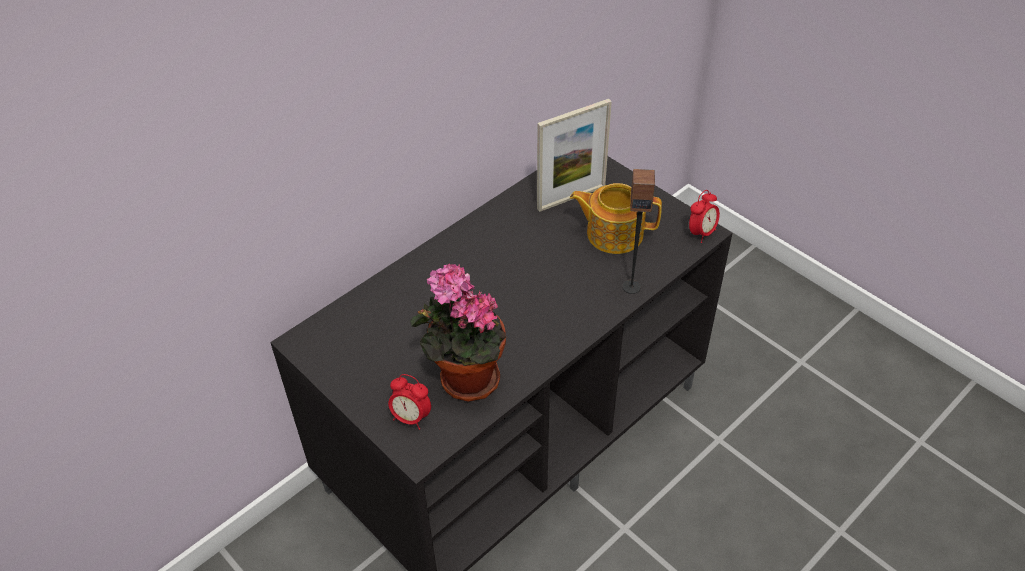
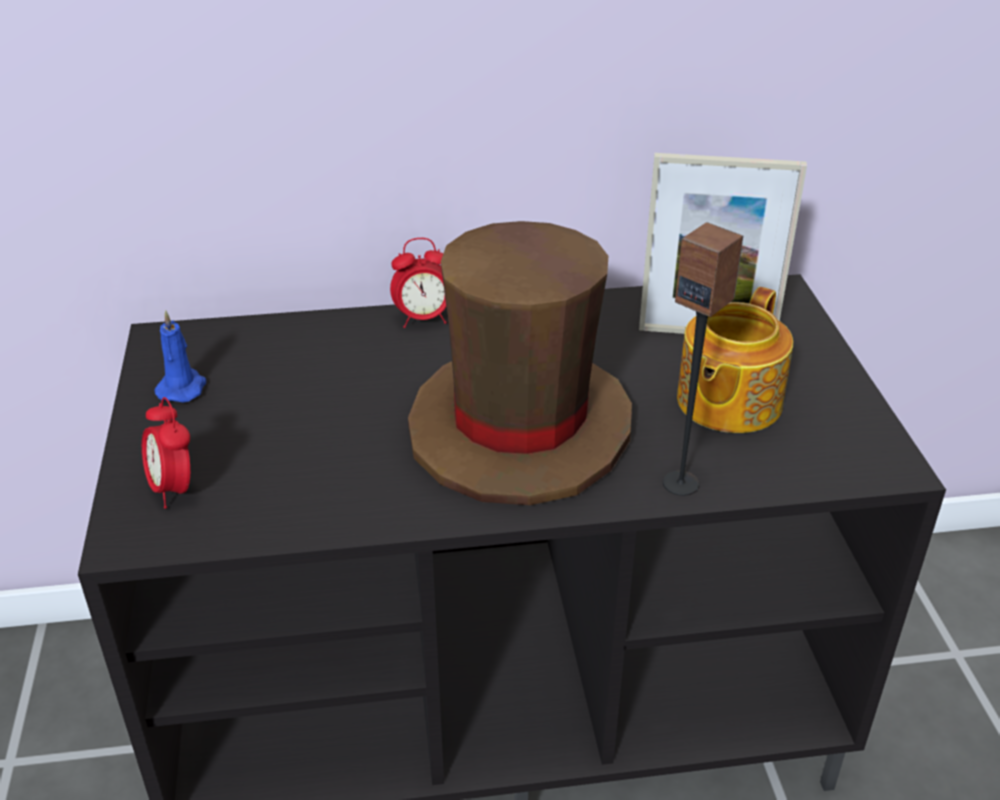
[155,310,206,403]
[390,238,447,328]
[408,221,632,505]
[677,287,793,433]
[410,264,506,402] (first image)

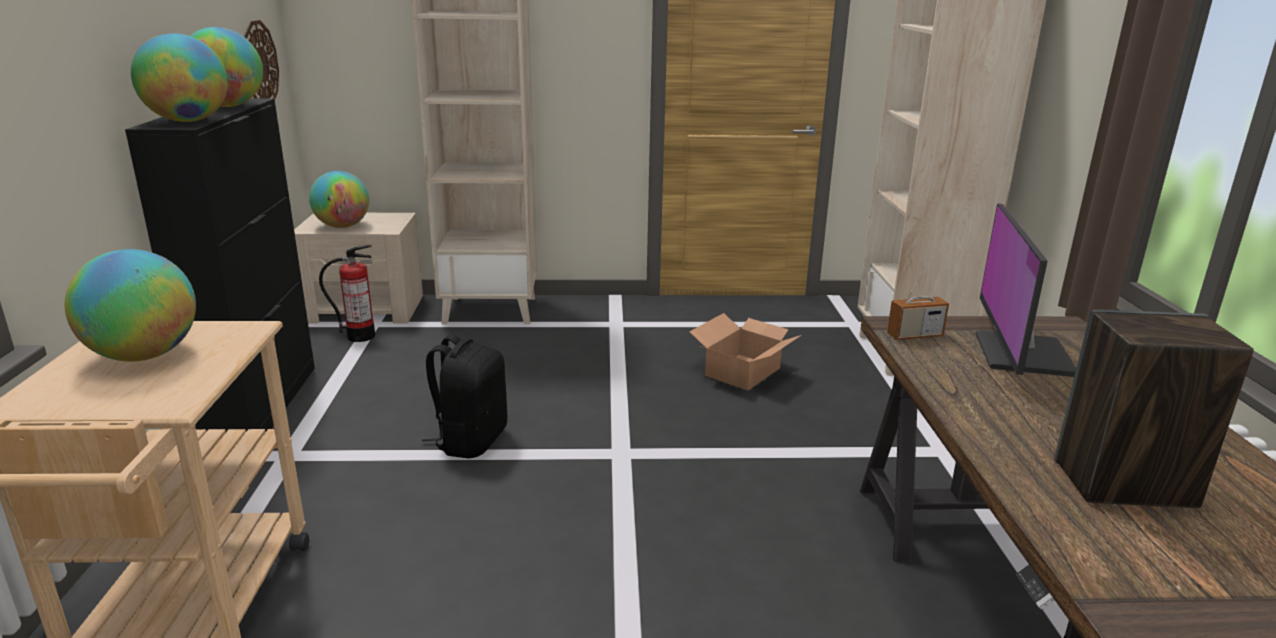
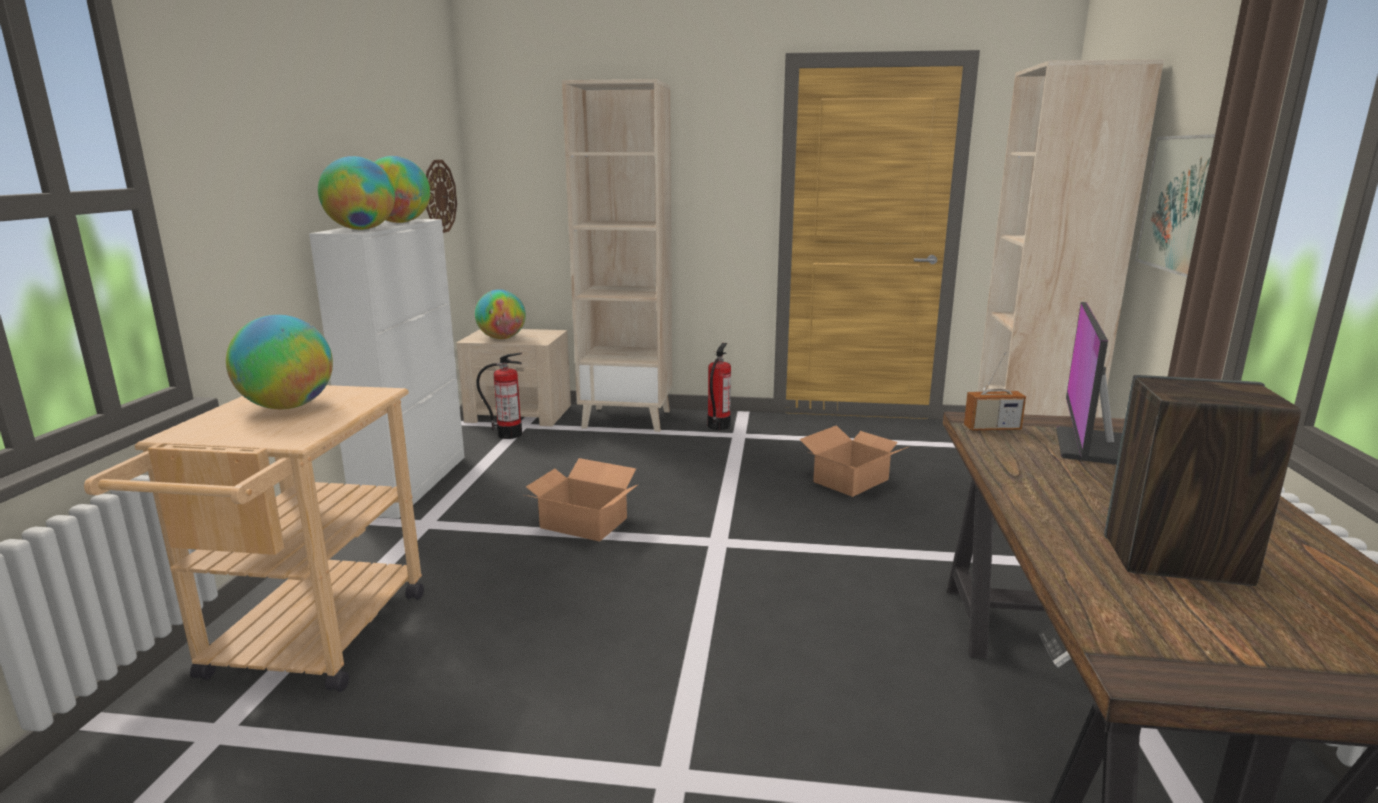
[309,219,465,518]
[525,458,637,542]
[707,343,731,430]
[1135,134,1215,277]

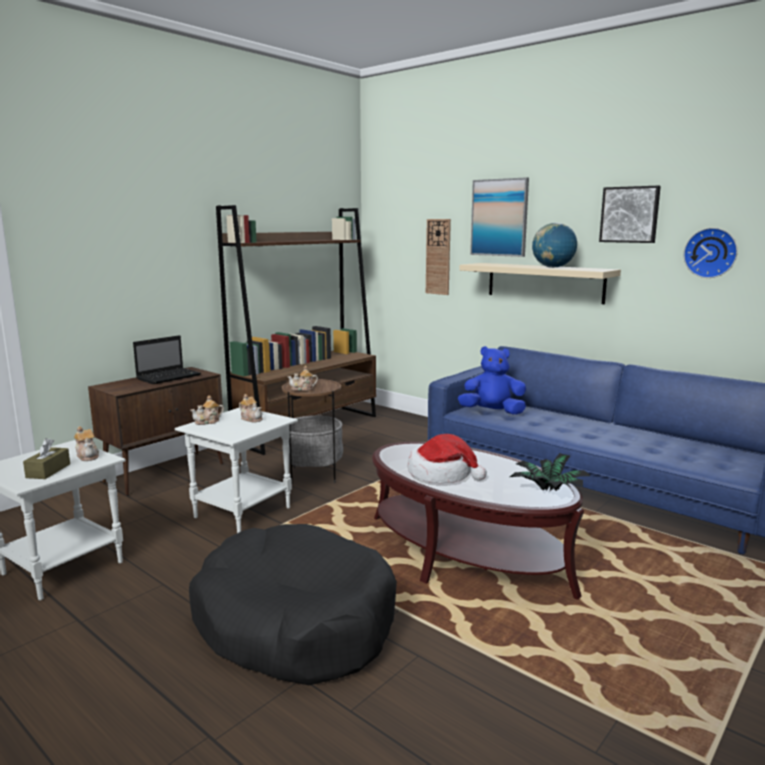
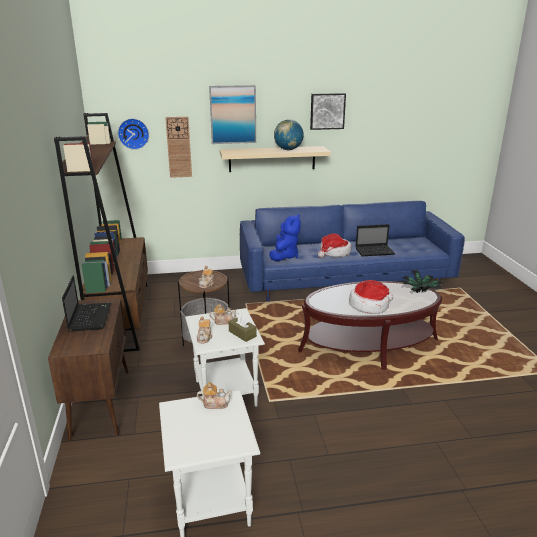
[118,118,149,150]
[229,313,257,342]
[269,214,301,261]
[318,234,351,258]
[356,224,395,256]
[189,524,397,685] (first image)

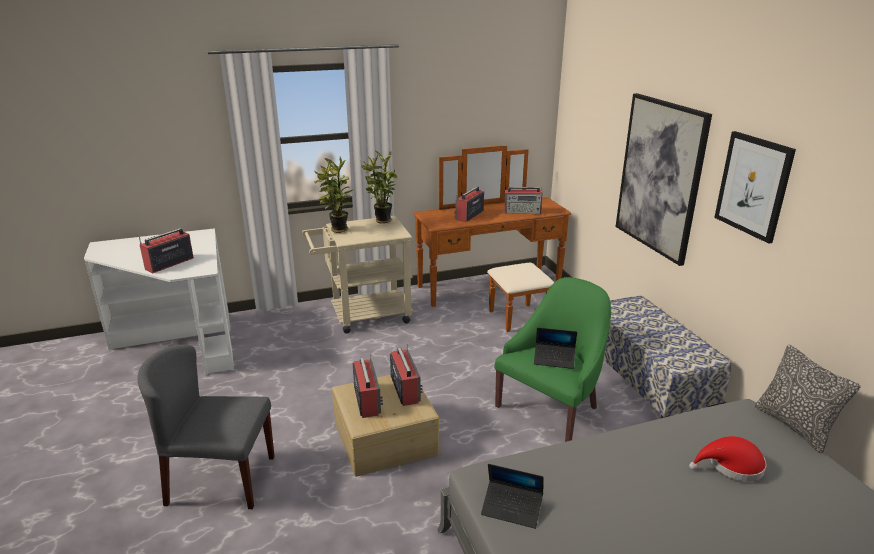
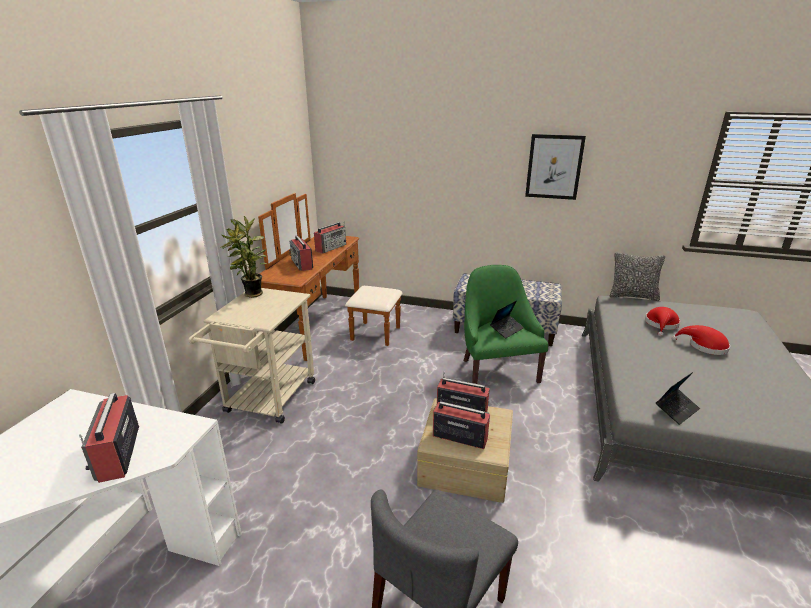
[672,325,730,355]
[314,157,354,233] (first image)
[616,93,712,266] (first image)

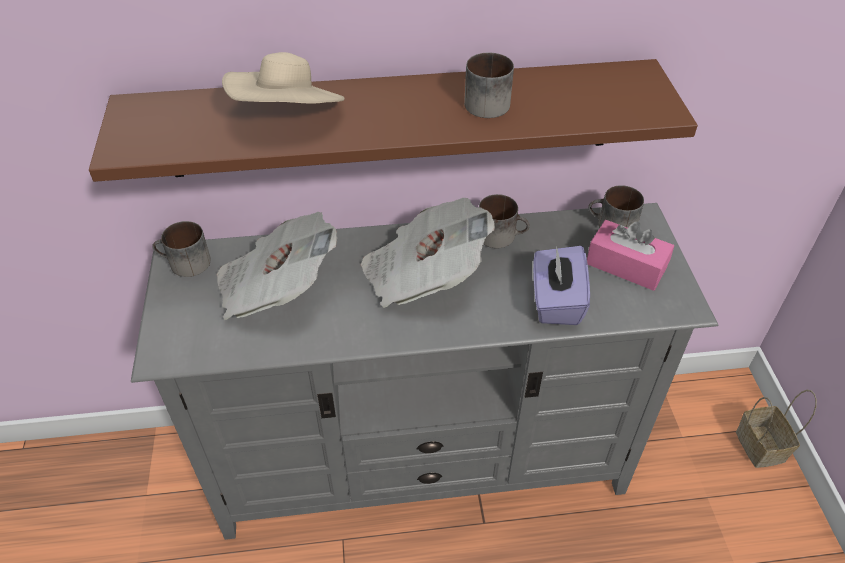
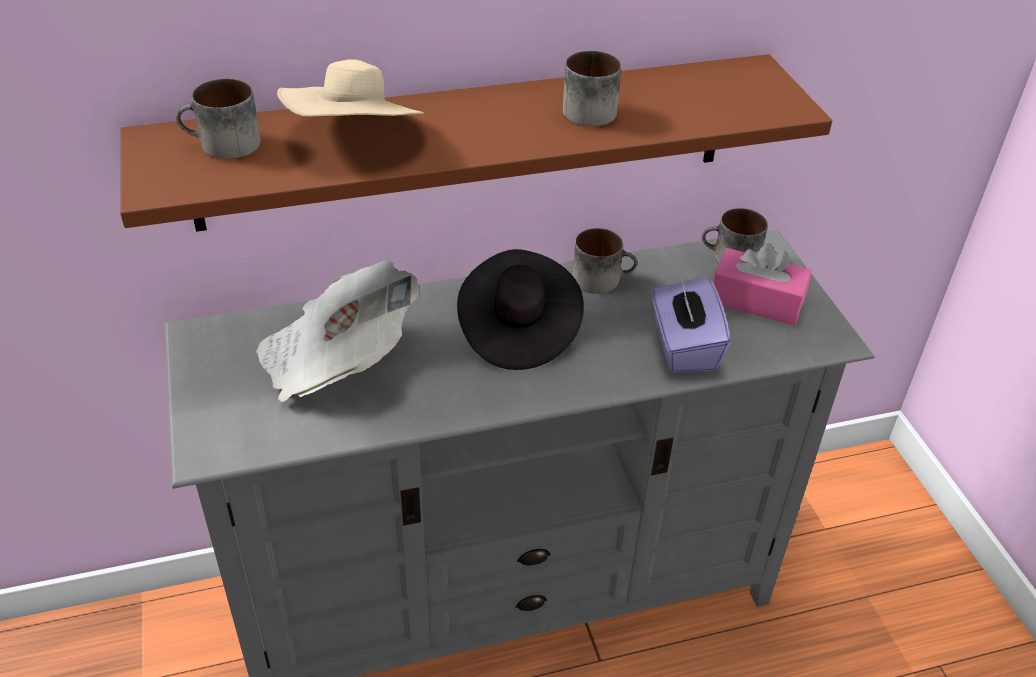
[176,78,261,159]
[457,249,584,370]
[736,390,817,468] (first image)

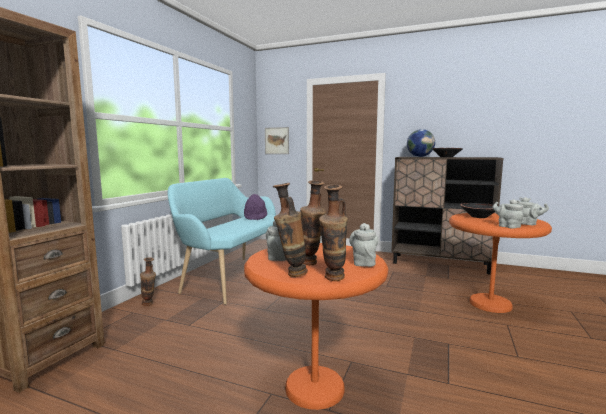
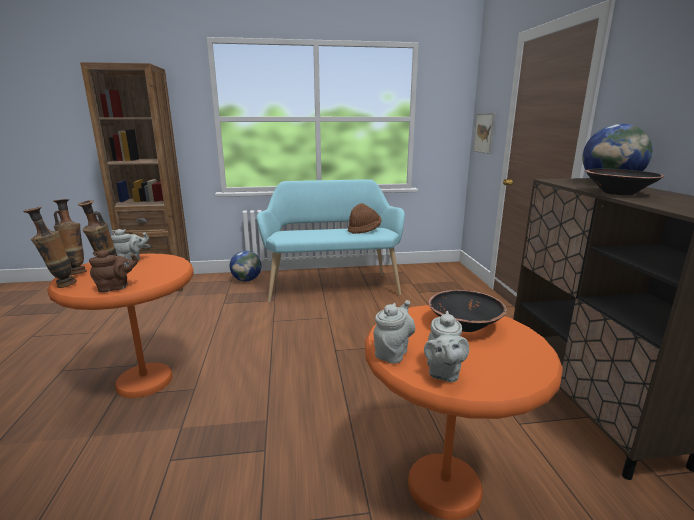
[89,250,138,292]
[230,250,261,281]
[348,203,381,234]

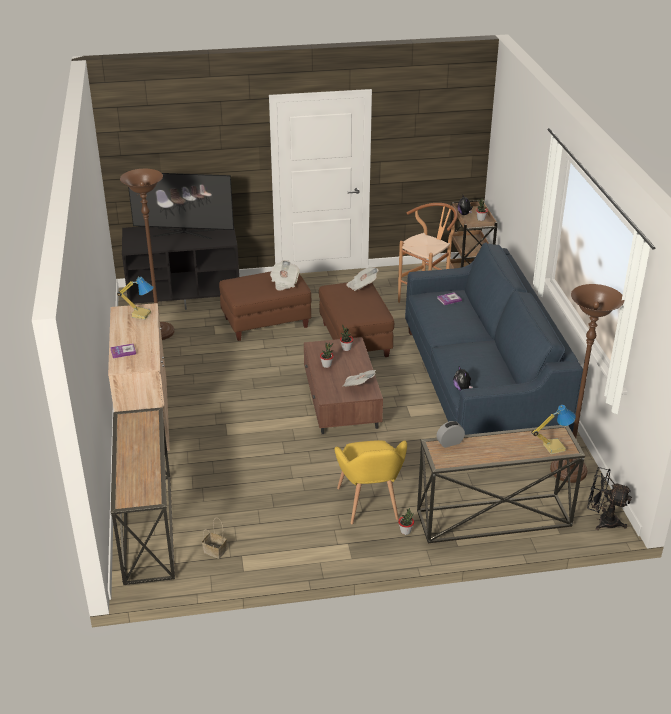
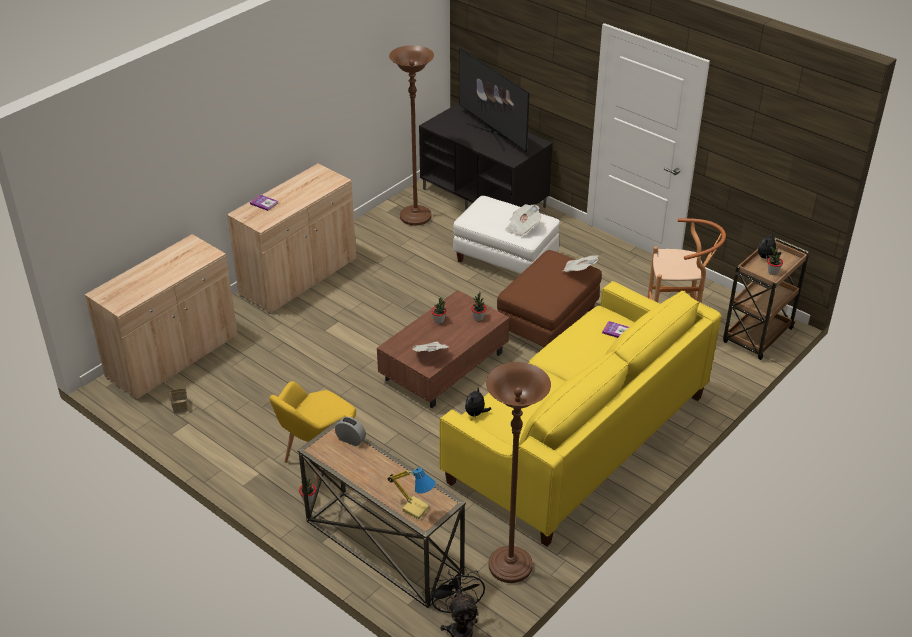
[85,234,238,400]
[439,281,721,547]
[453,196,560,274]
[117,276,154,320] (first image)

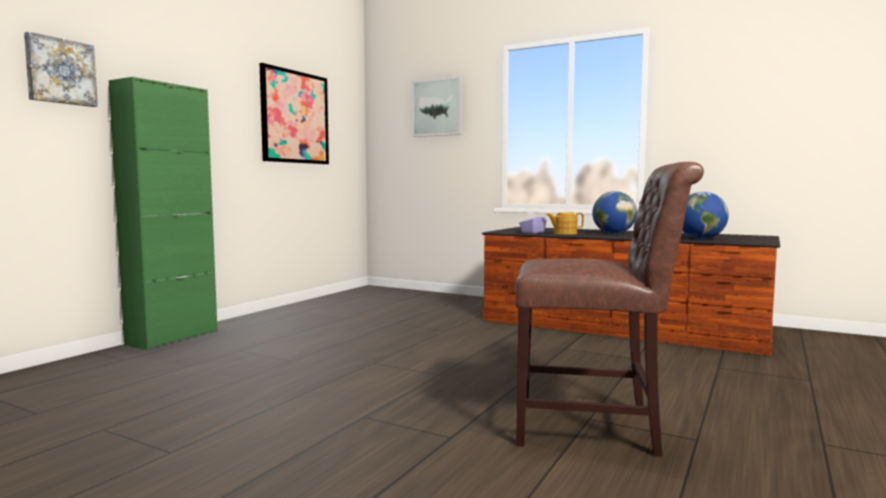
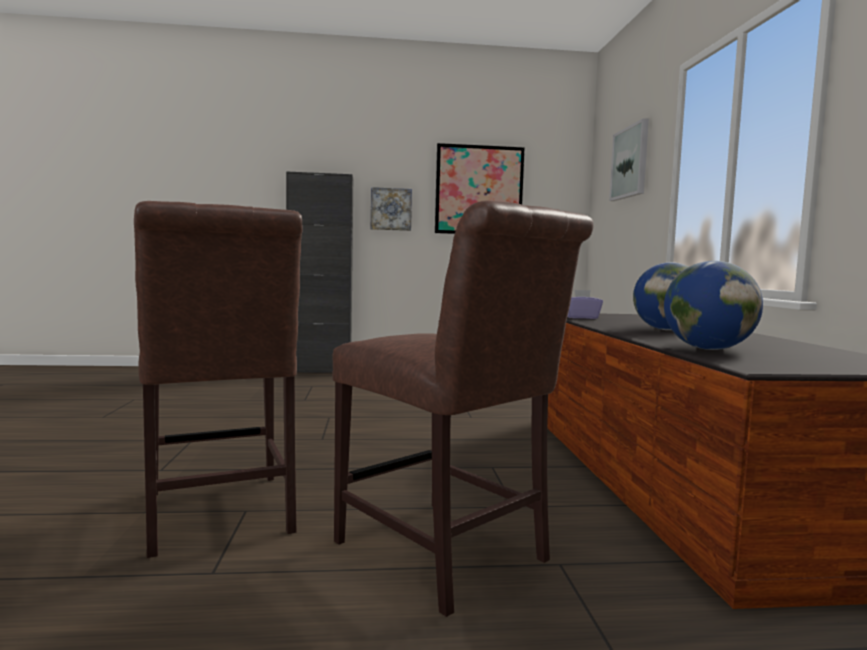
[286,171,353,373]
[332,200,594,617]
[371,187,412,231]
[546,212,584,235] (first image)

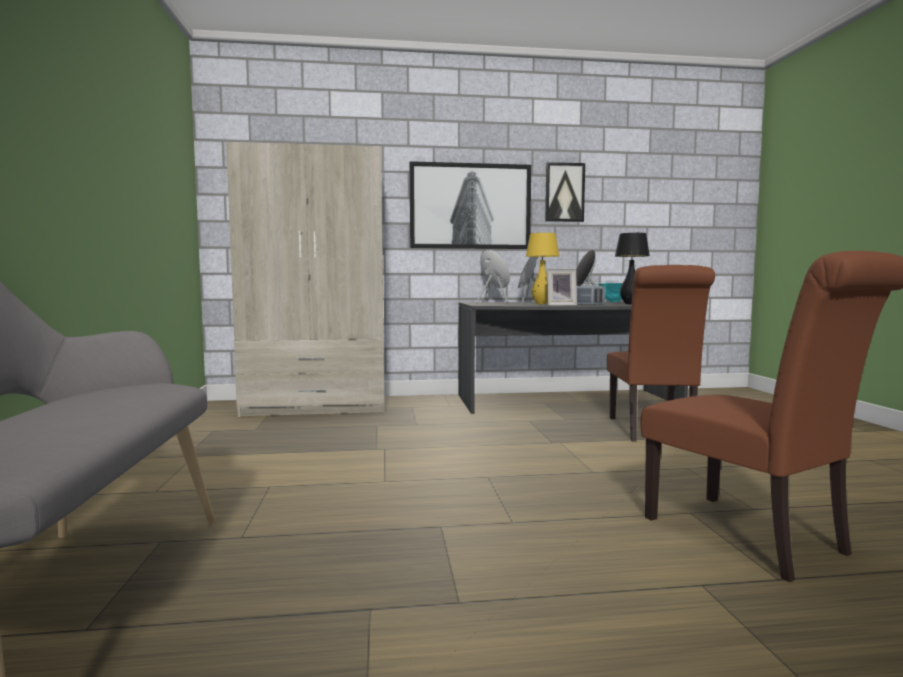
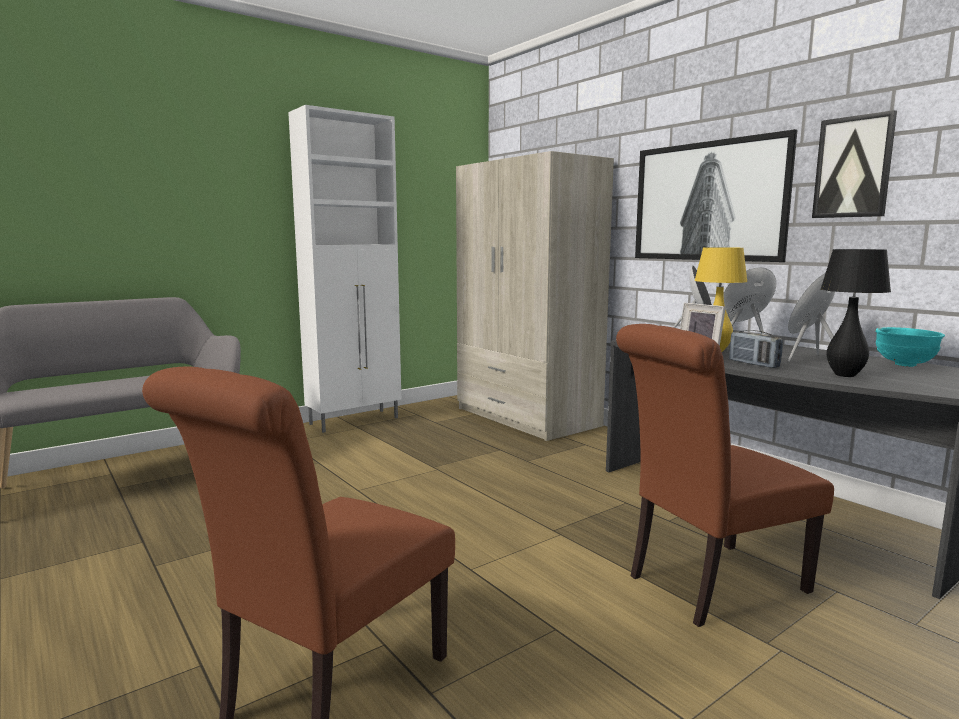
[288,105,401,433]

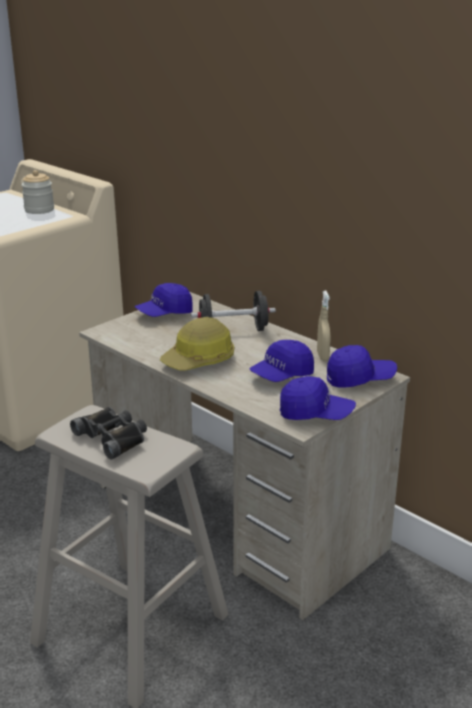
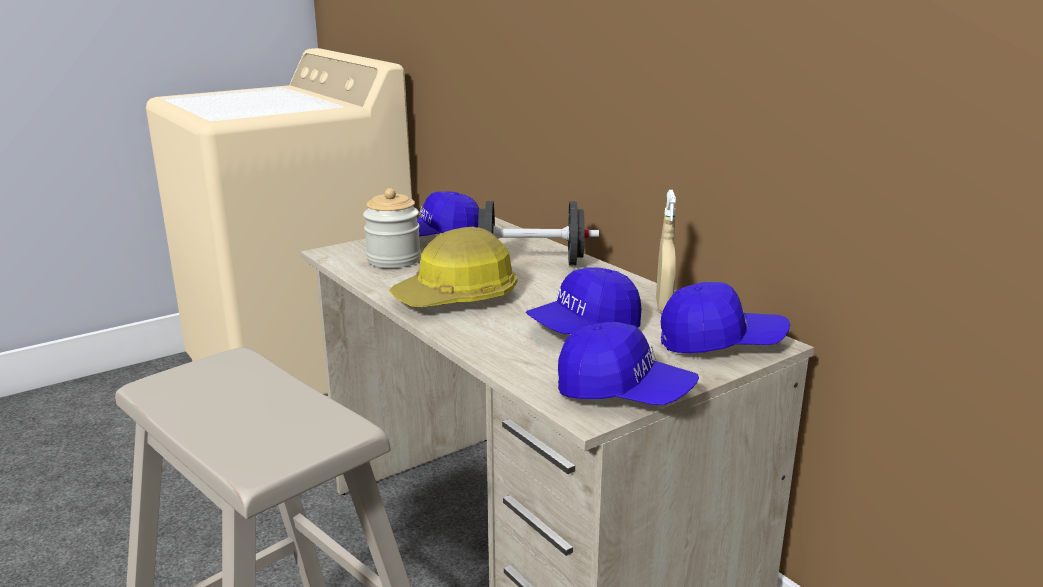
[363,188,421,268]
[70,407,147,459] (first image)

